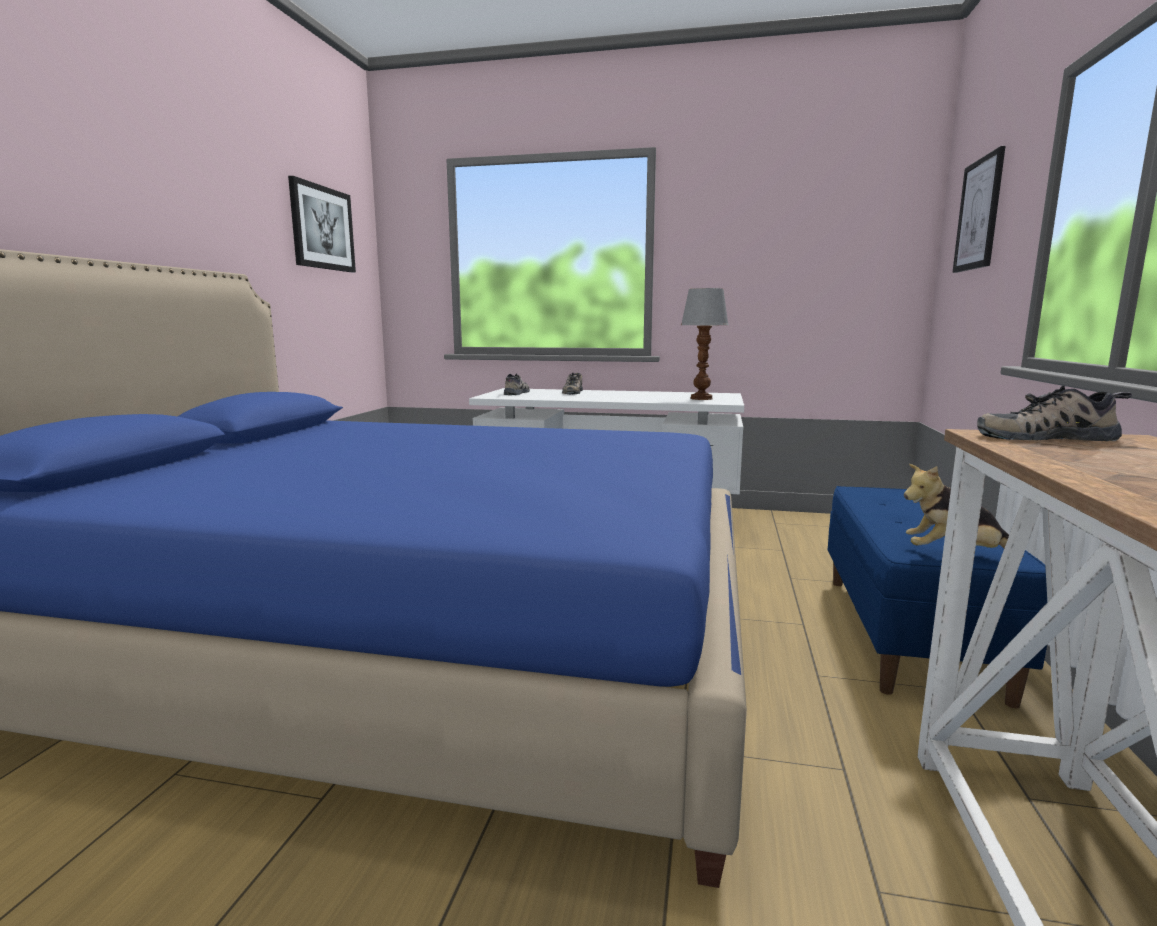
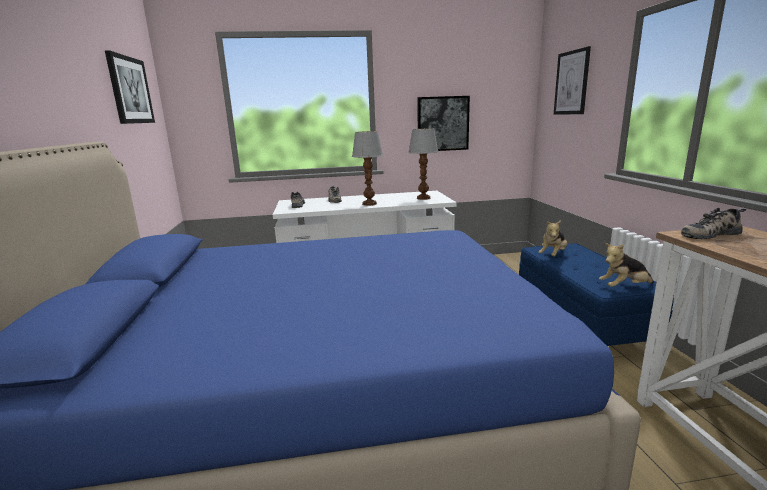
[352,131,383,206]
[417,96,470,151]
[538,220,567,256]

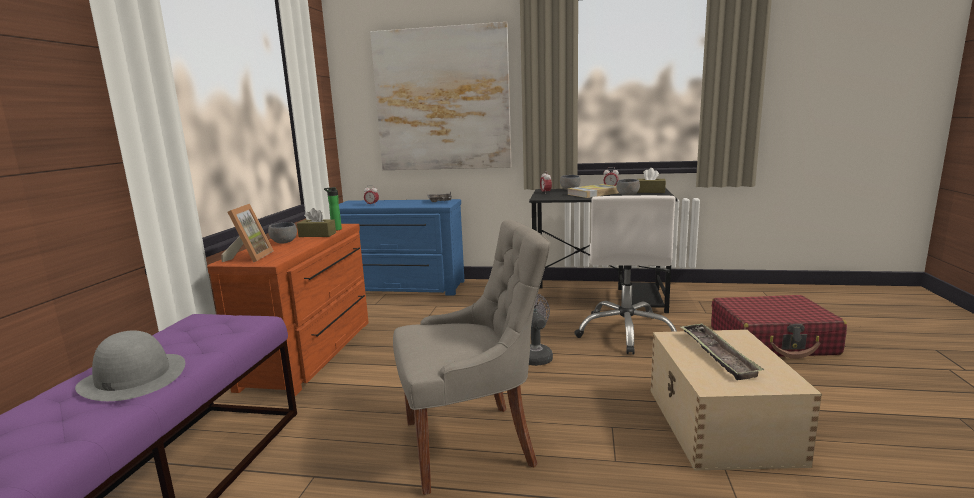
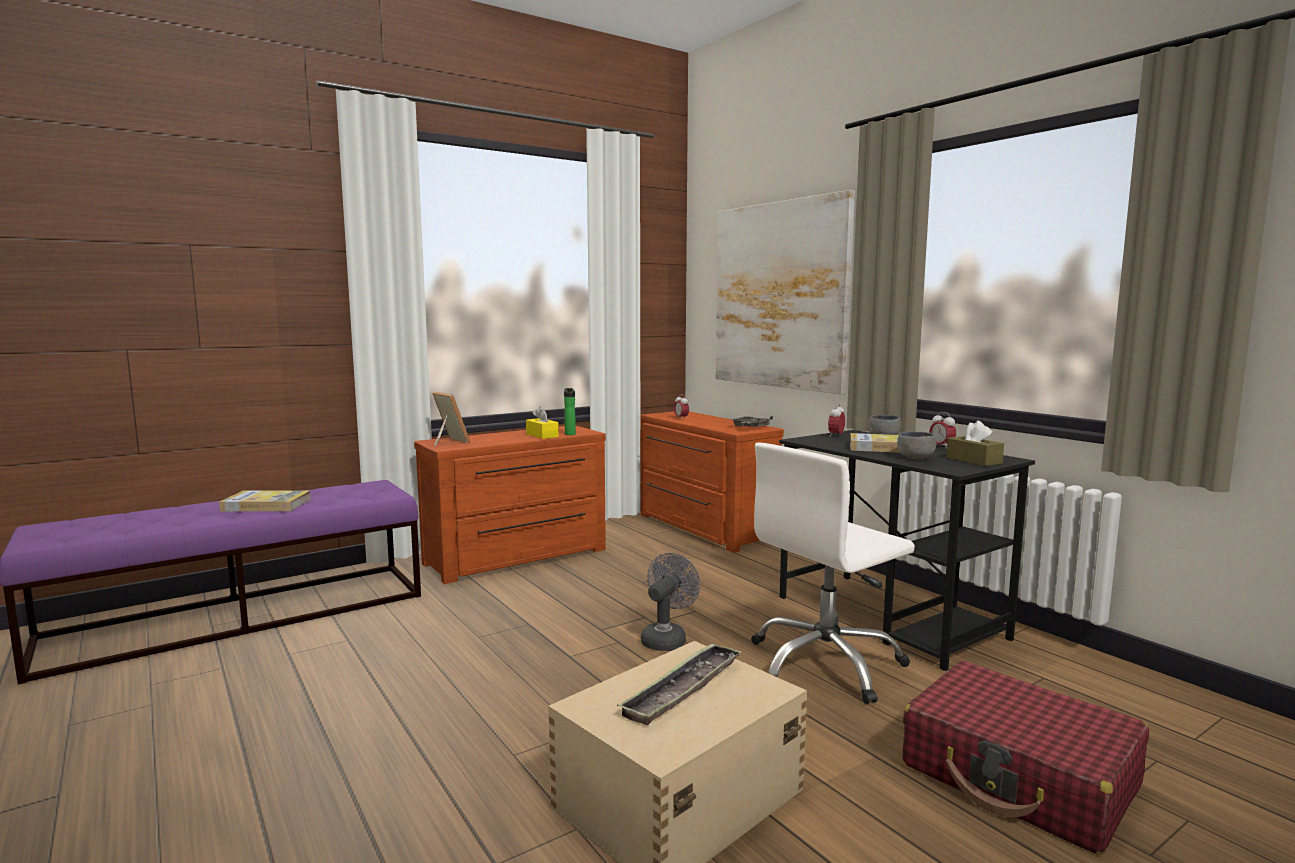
[219,490,311,511]
[432,392,470,446]
[526,407,559,439]
[640,411,784,553]
[268,222,297,244] (first image)
[393,220,550,495] (first image)

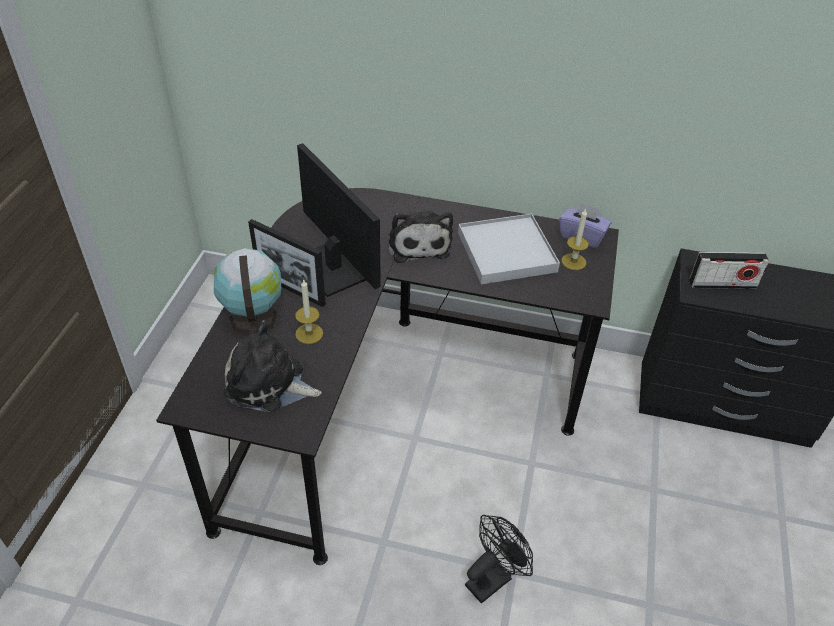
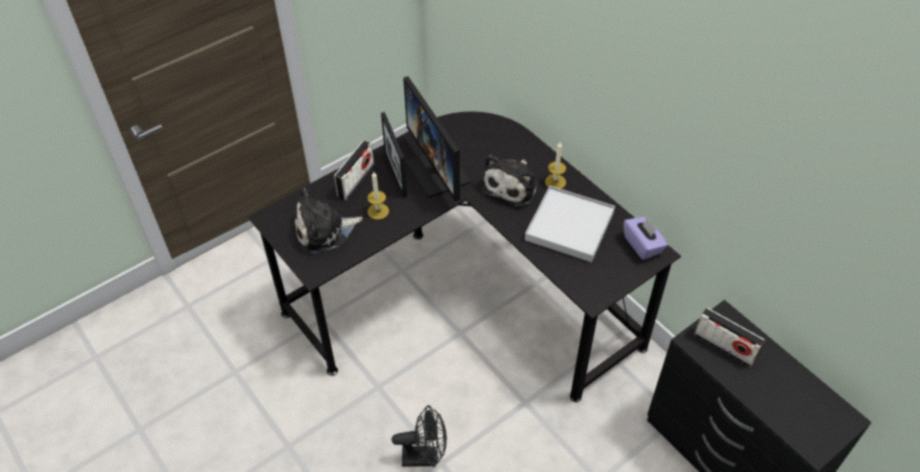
[295,188,363,254]
[334,141,374,200]
[403,76,471,201]
[545,142,566,189]

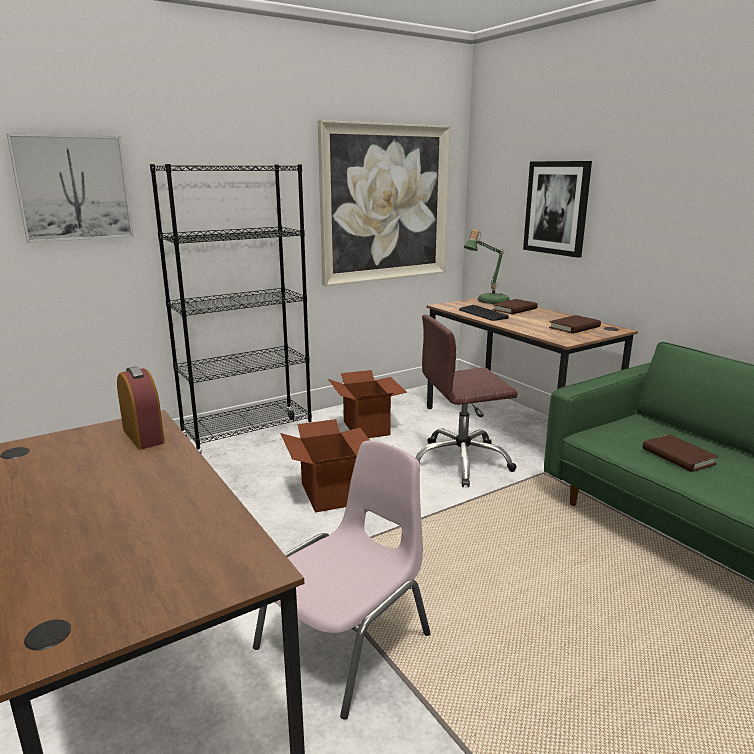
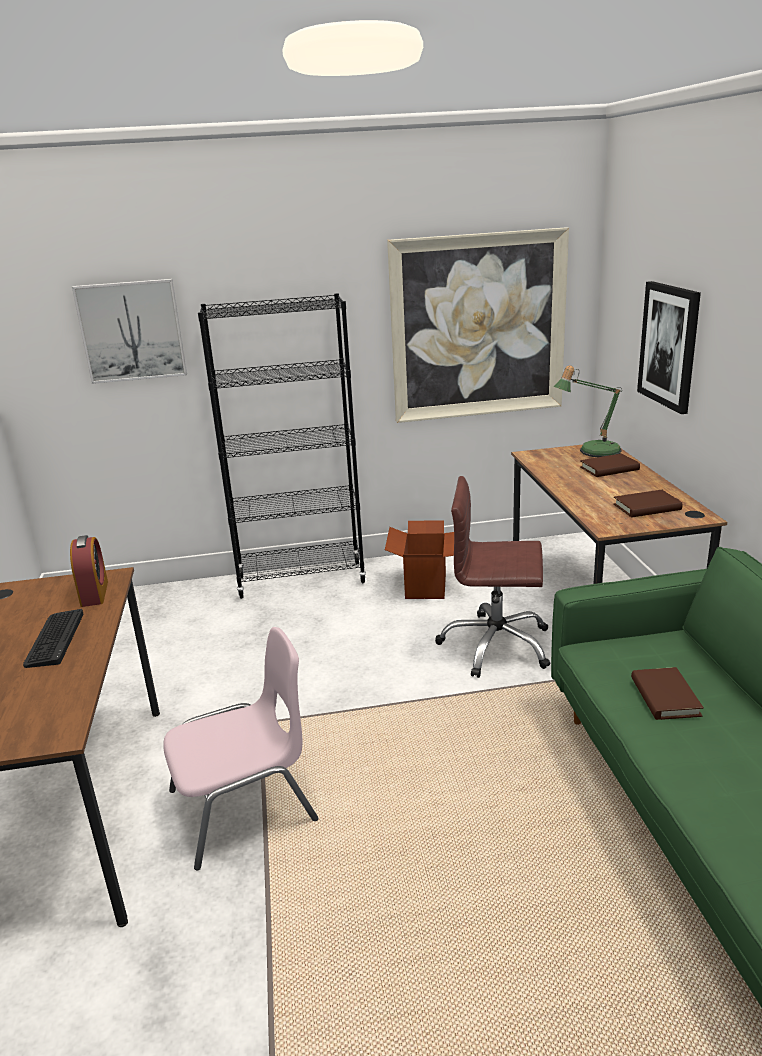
[23,609,83,668]
[280,419,370,513] (first image)

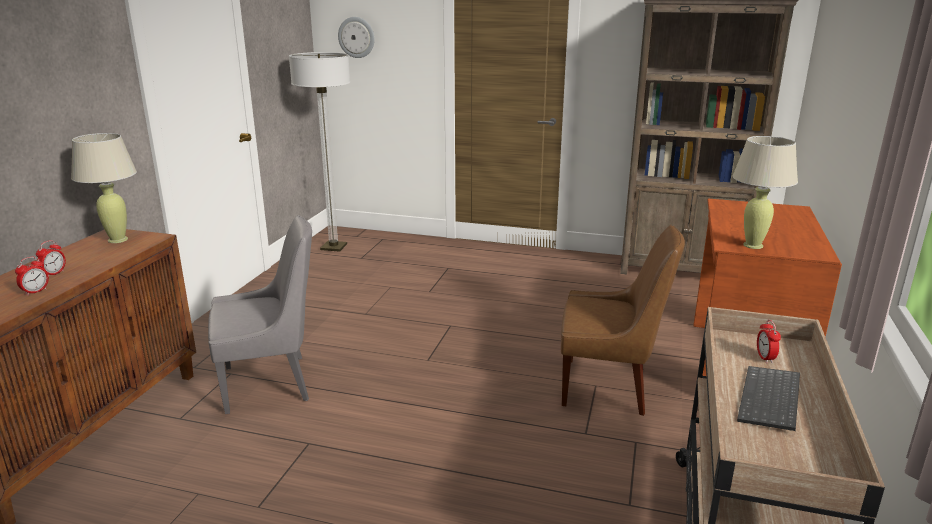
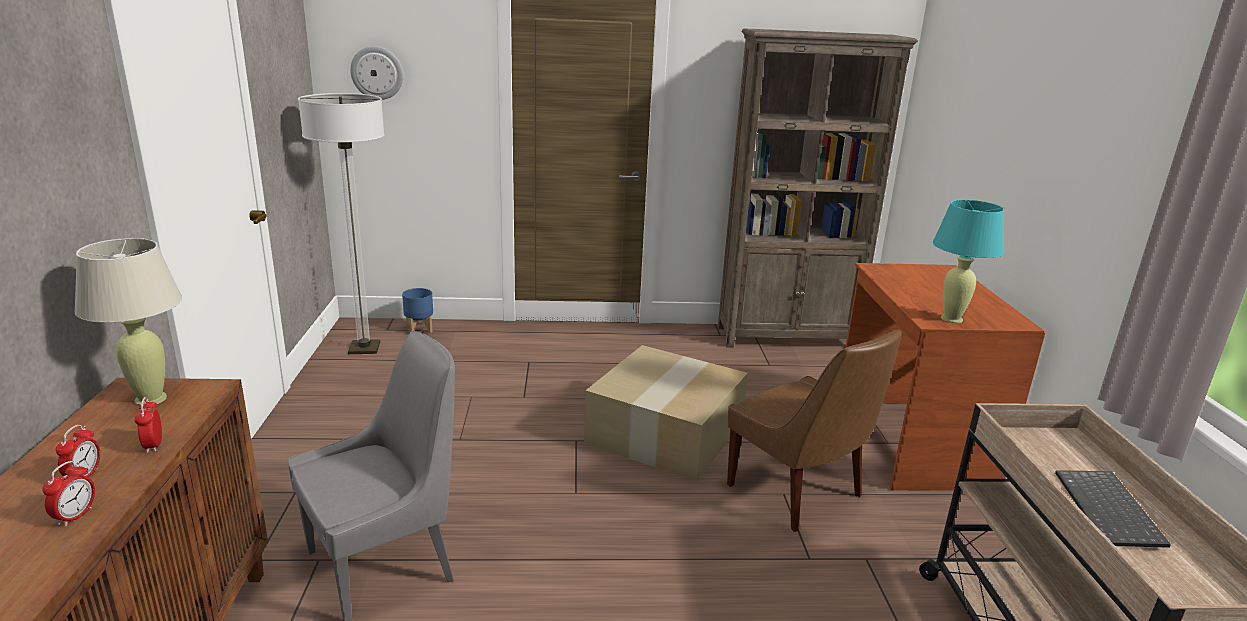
[135,397,162,453]
[402,288,433,333]
[584,345,748,481]
[727,329,902,532]
[933,199,1004,323]

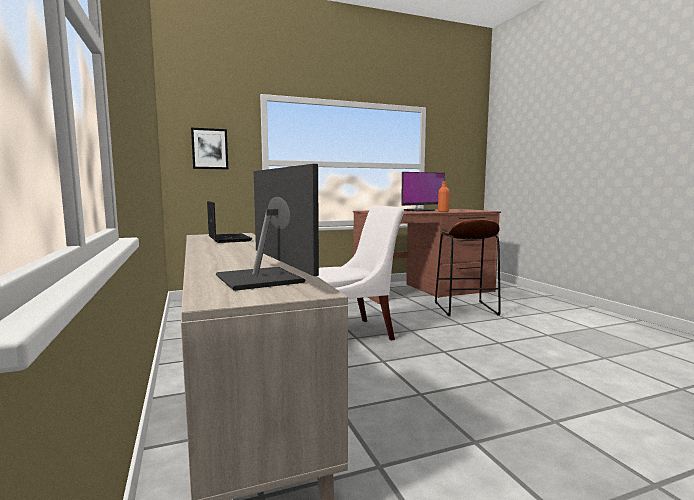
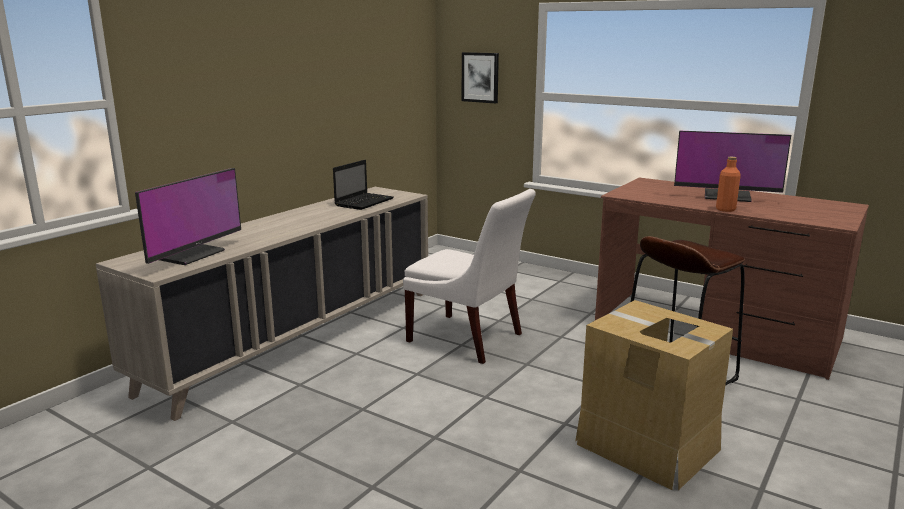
[575,300,733,491]

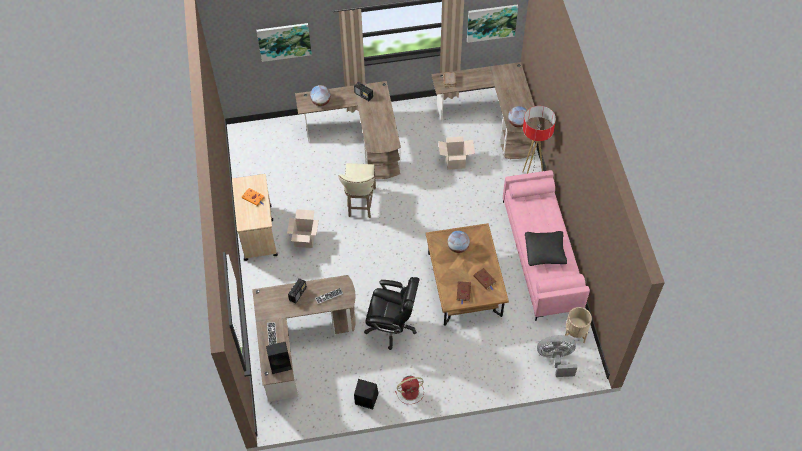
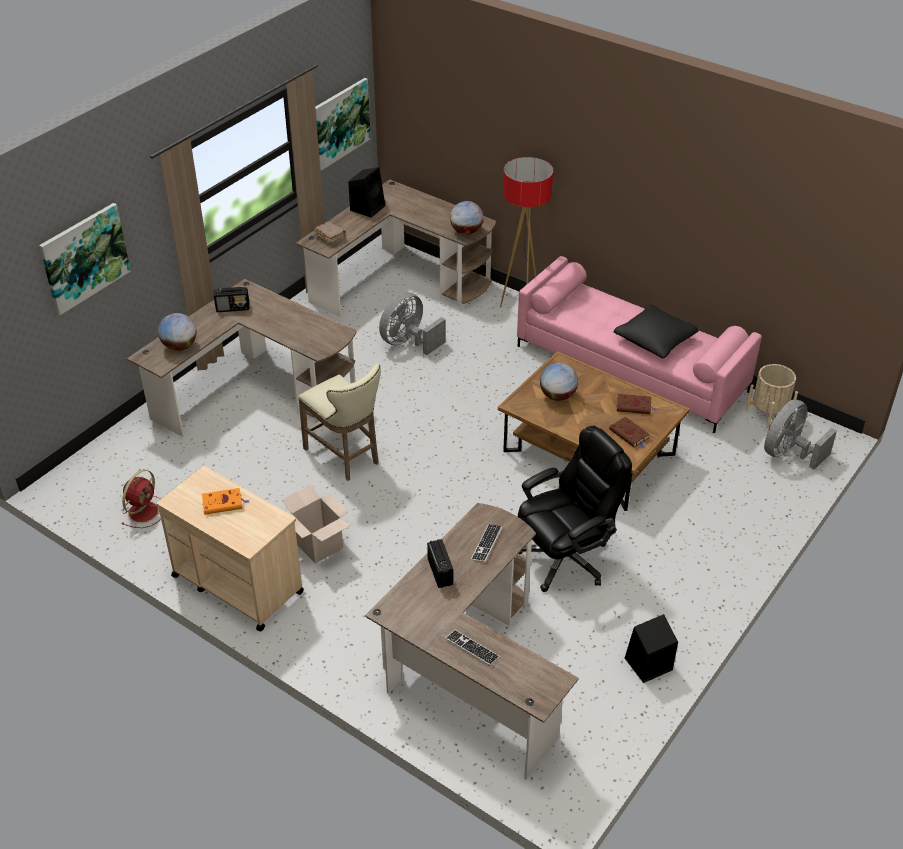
[121,470,161,528]
[348,167,385,217]
[379,292,446,355]

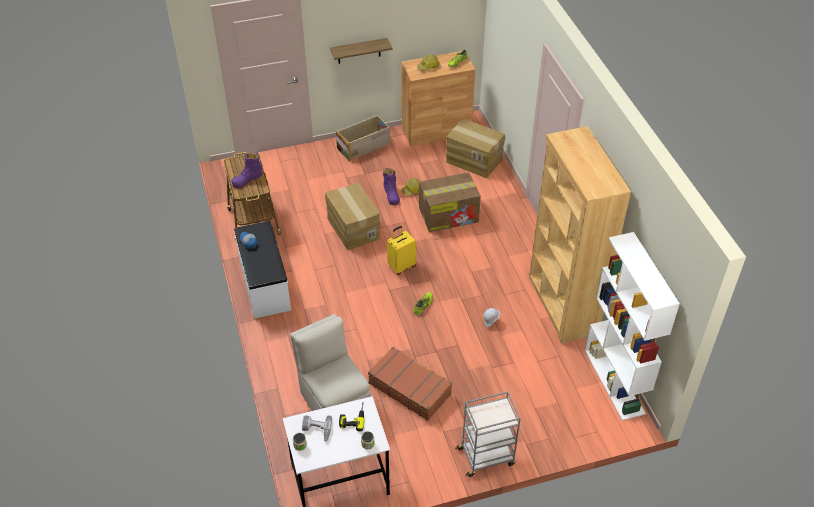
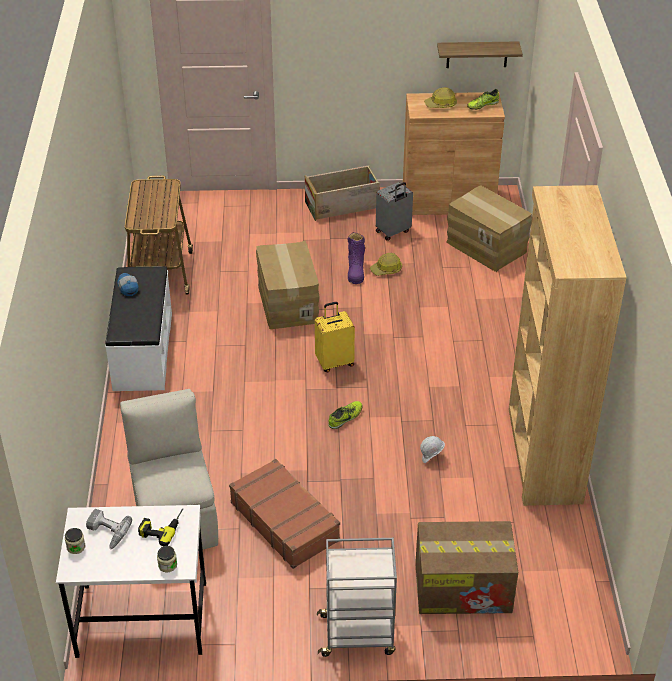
[376,182,413,241]
[415,521,518,614]
[437,41,523,68]
[231,152,263,188] (first image)
[585,232,680,421] (first image)

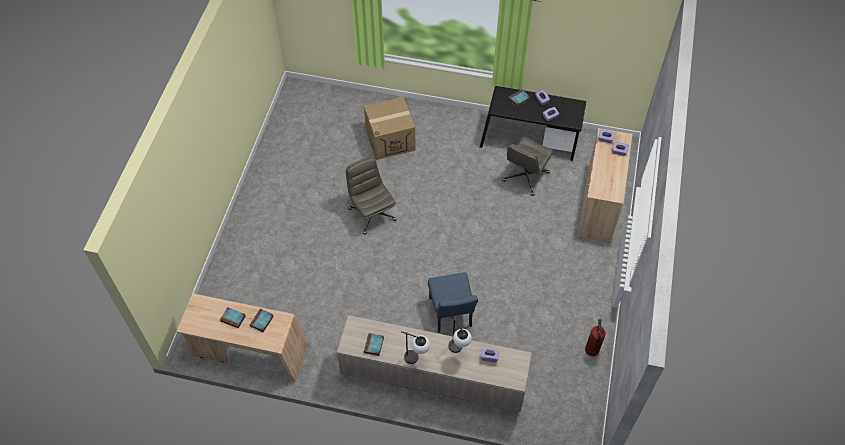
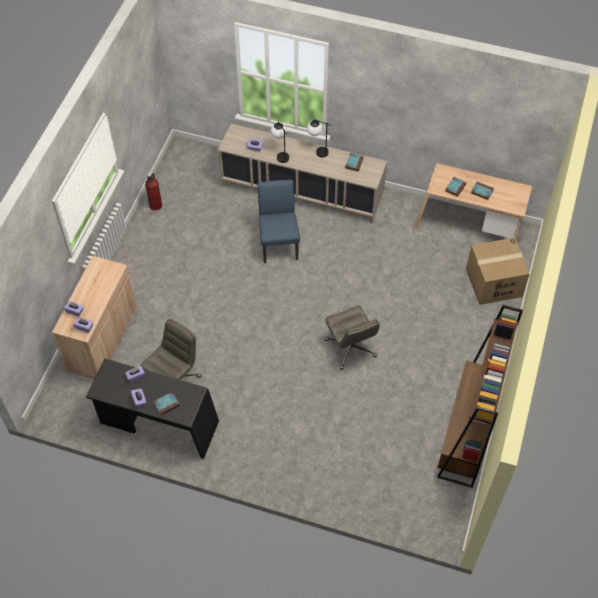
[437,305,523,488]
[466,237,530,305]

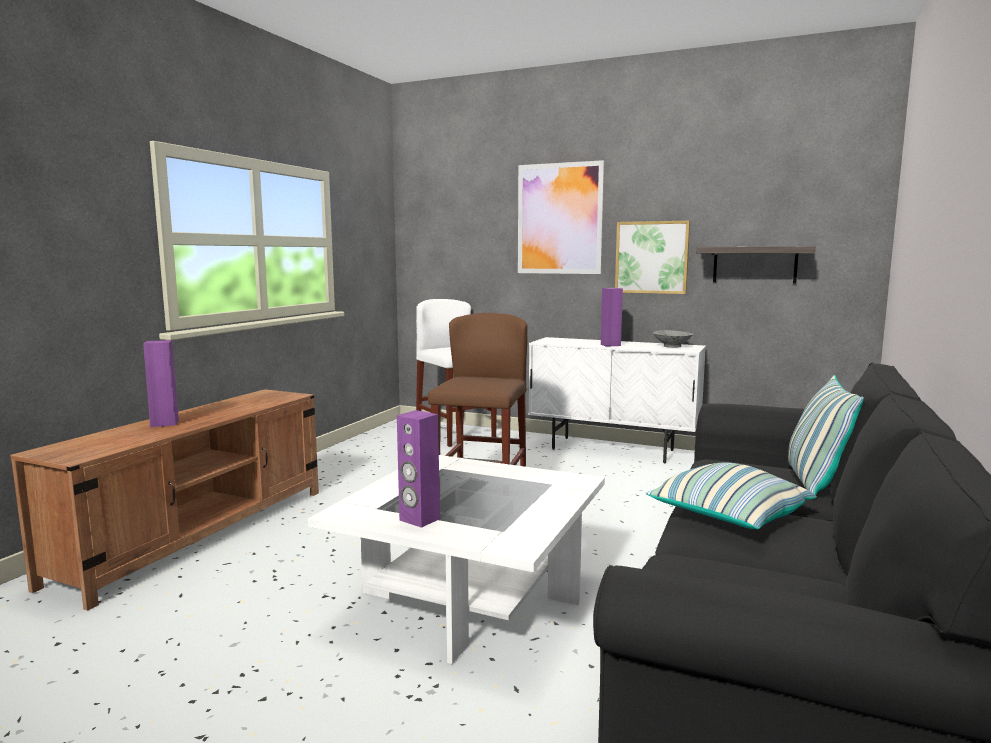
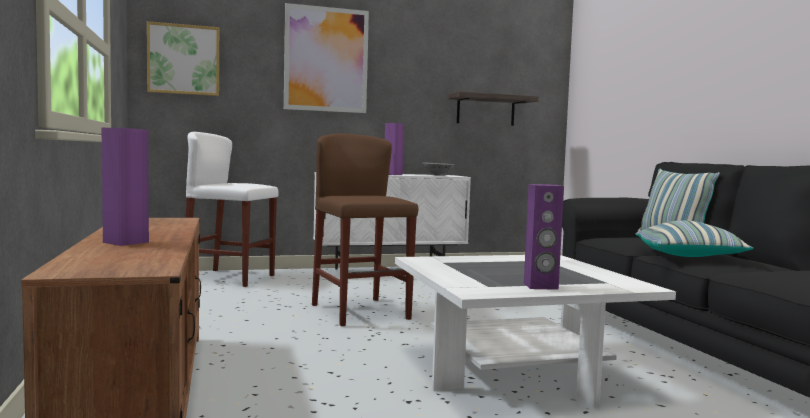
[147,21,219,96]

